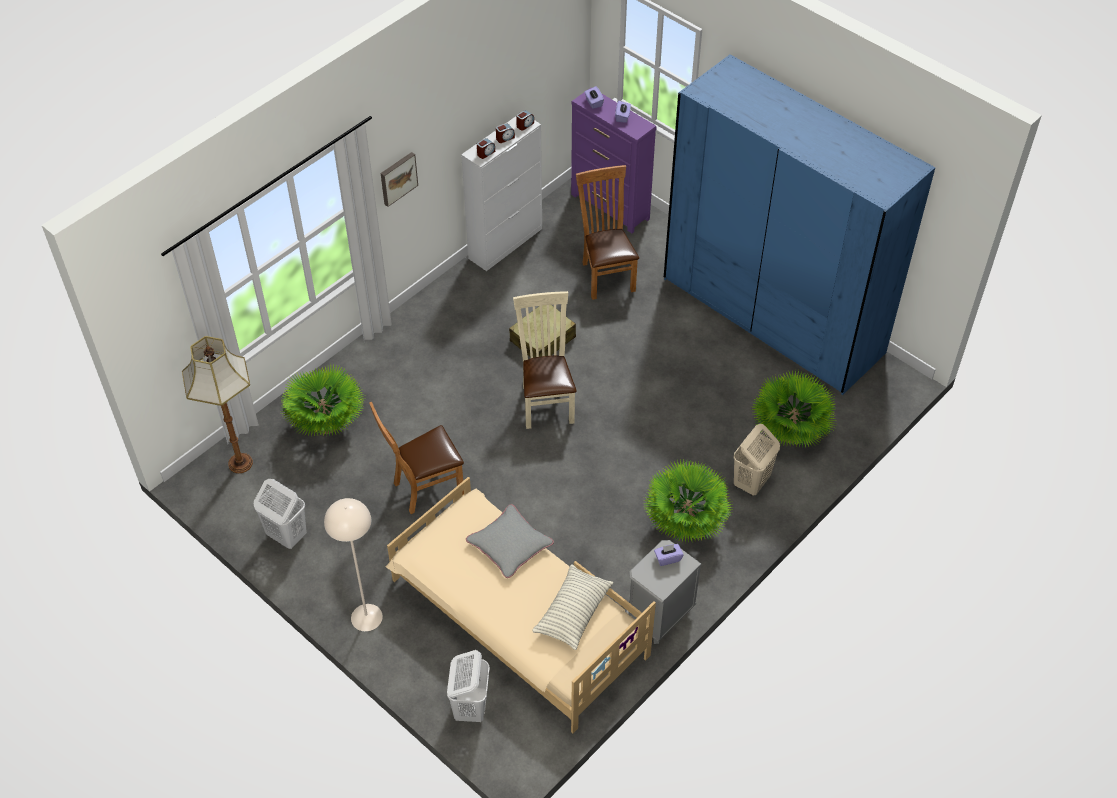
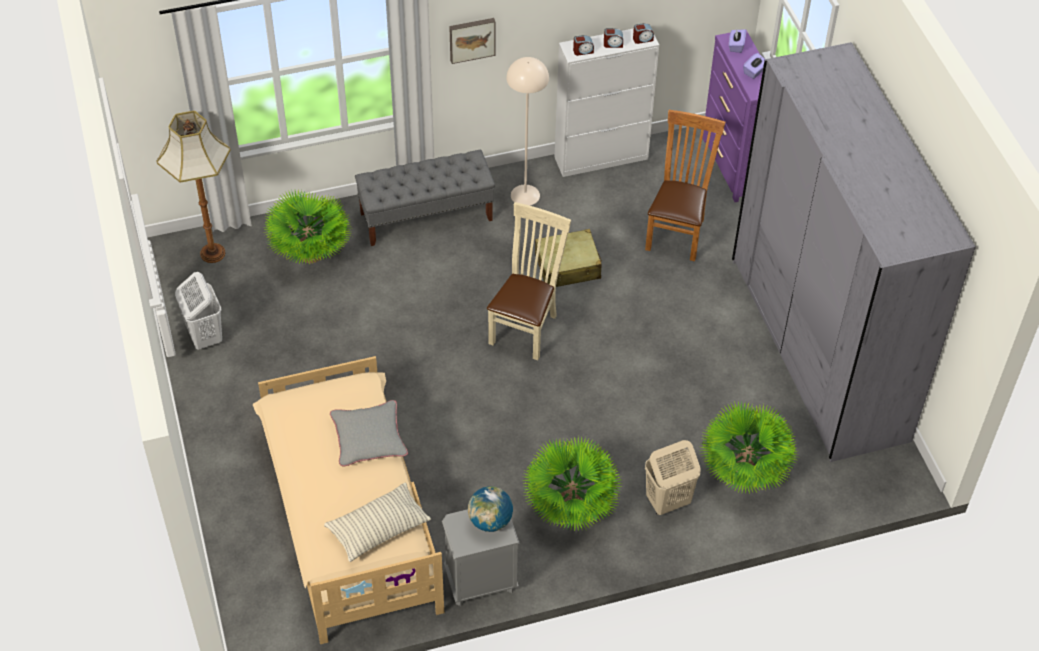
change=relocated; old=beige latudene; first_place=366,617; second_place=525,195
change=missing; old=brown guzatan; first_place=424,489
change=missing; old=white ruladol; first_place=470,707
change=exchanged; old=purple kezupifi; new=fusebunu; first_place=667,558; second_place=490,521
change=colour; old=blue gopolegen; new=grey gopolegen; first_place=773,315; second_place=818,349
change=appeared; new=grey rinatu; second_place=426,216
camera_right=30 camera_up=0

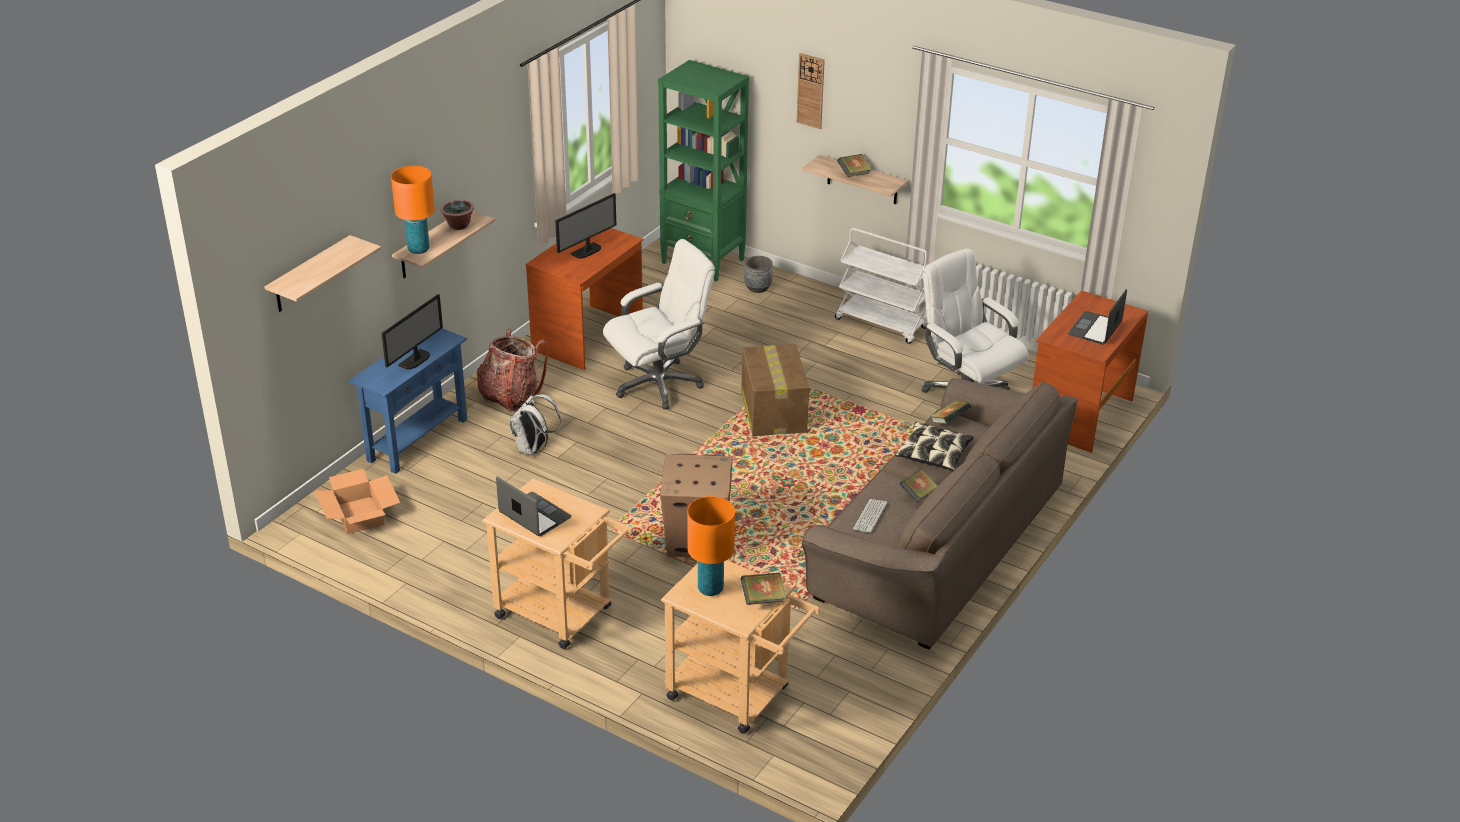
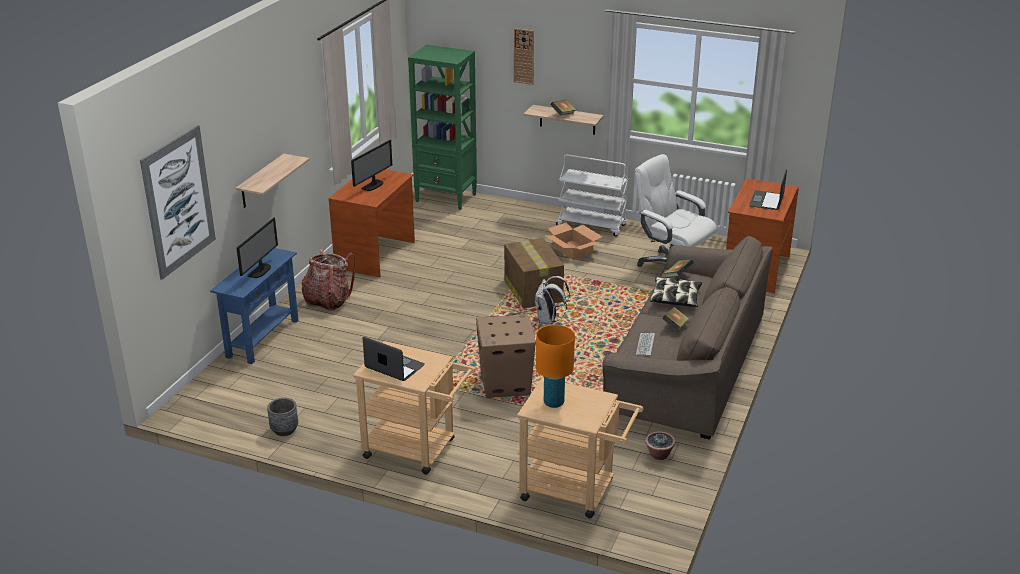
change=exchanged; old=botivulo; new=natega; first_place=310,275; second_place=178,201
change=relocated; old=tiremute; first_place=359,515; second_place=572,250
change=missing; old=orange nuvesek; first_place=418,249
change=relocated; old=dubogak; first_place=458,225; second_place=659,455
change=relocated; old=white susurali; first_place=533,449; second_place=548,320
change=missing; old=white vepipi; first_place=659,384
change=missing; old=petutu; first_place=763,599
change=relocated; old=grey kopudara; first_place=758,288; second_place=284,430
camera_right=-10 camera_up=-5

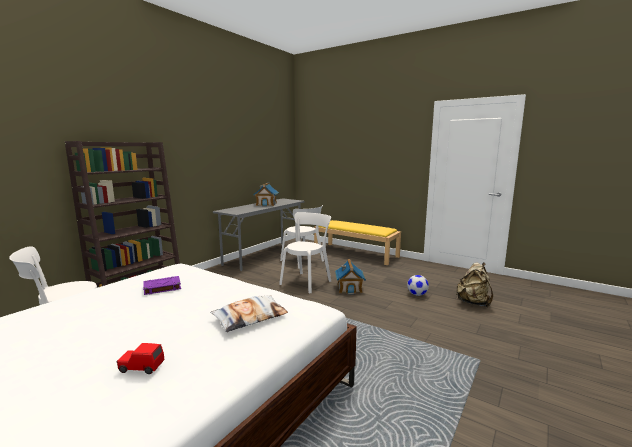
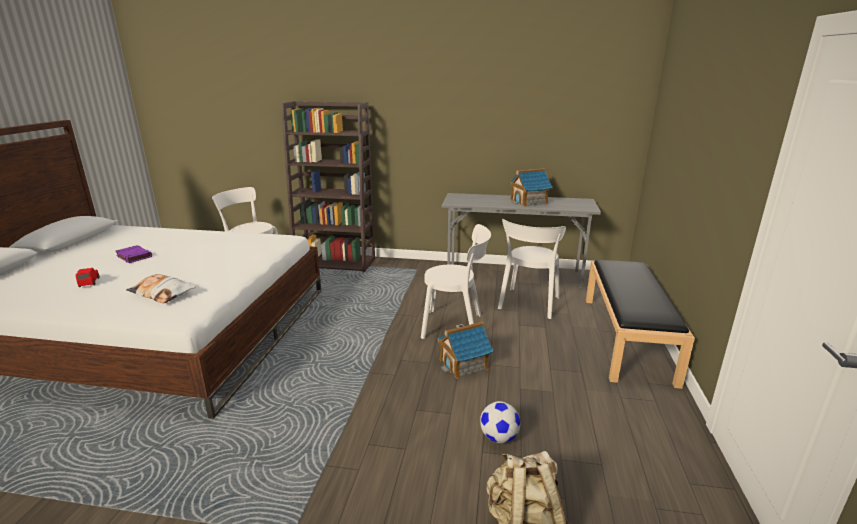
change=relocated; old=purple petutu; first_place=162,288; second_place=134,256
change=colour; old=yellow rinatu; new=black rinatu; first_place=356,253; second_place=627,338
camera_right=65 camera_up=10

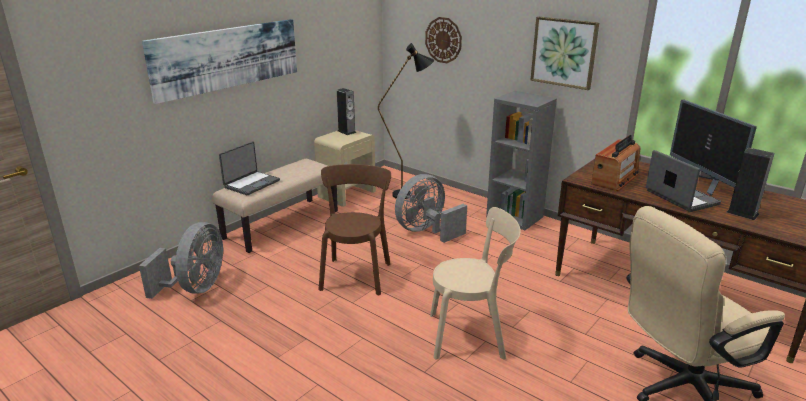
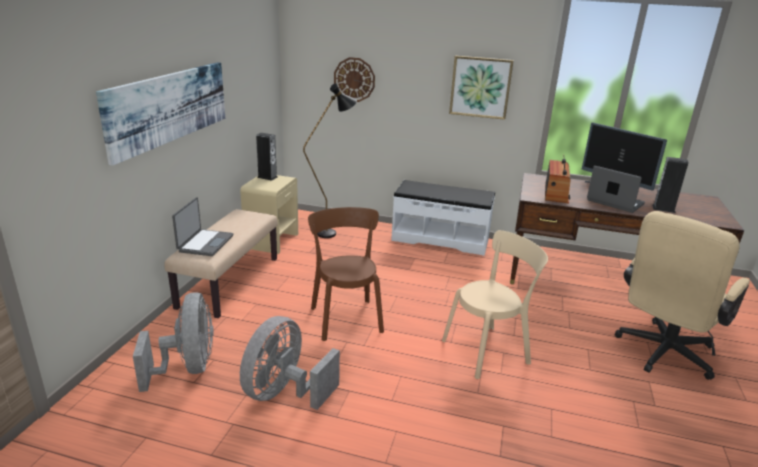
change=relocated; old=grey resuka; first_place=426,231; second_place=285,393
change=exchanged; old=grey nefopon; new=white rinatu; first_place=515,217; second_place=440,239
camera_right=-25 camera_up=0

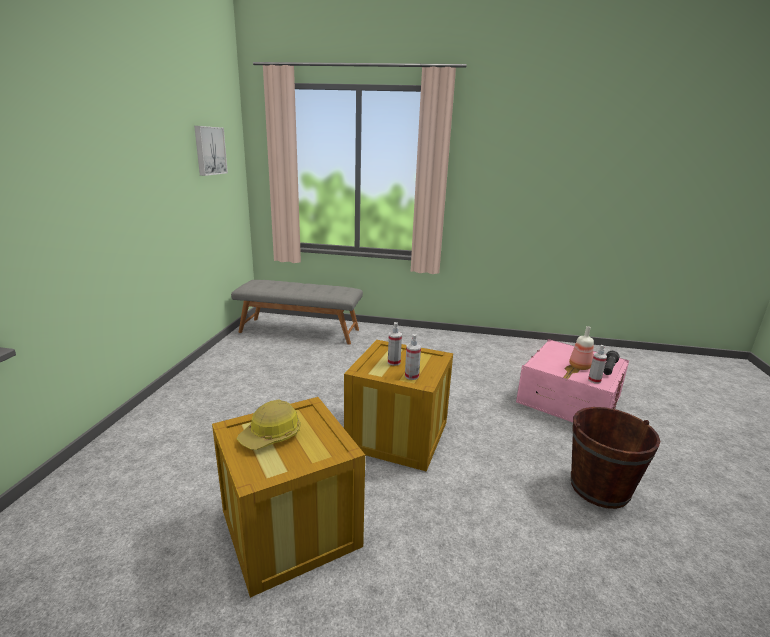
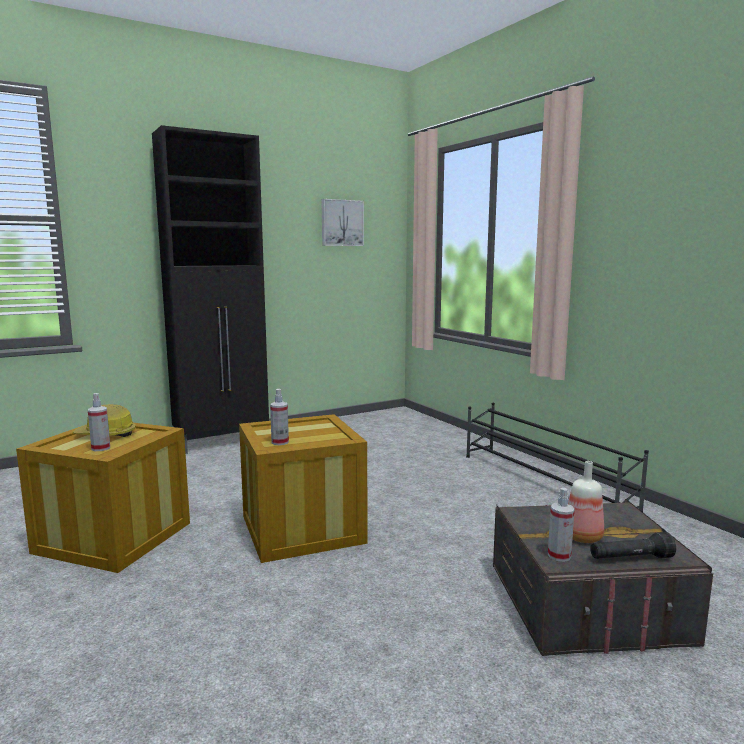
change=missing; old=grey rinatu; first_place=300,330
change=relocated; old=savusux; first_place=394,362; second_place=101,448
change=colour; old=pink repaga; new=grey repaga; first_place=569,399; second_place=586,604
change=missing; old=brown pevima; first_place=599,488
change=appeared; new=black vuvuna; second_place=223,442
change=appeared; new=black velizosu; second_place=544,482
camera_right=50 camera_up=-10

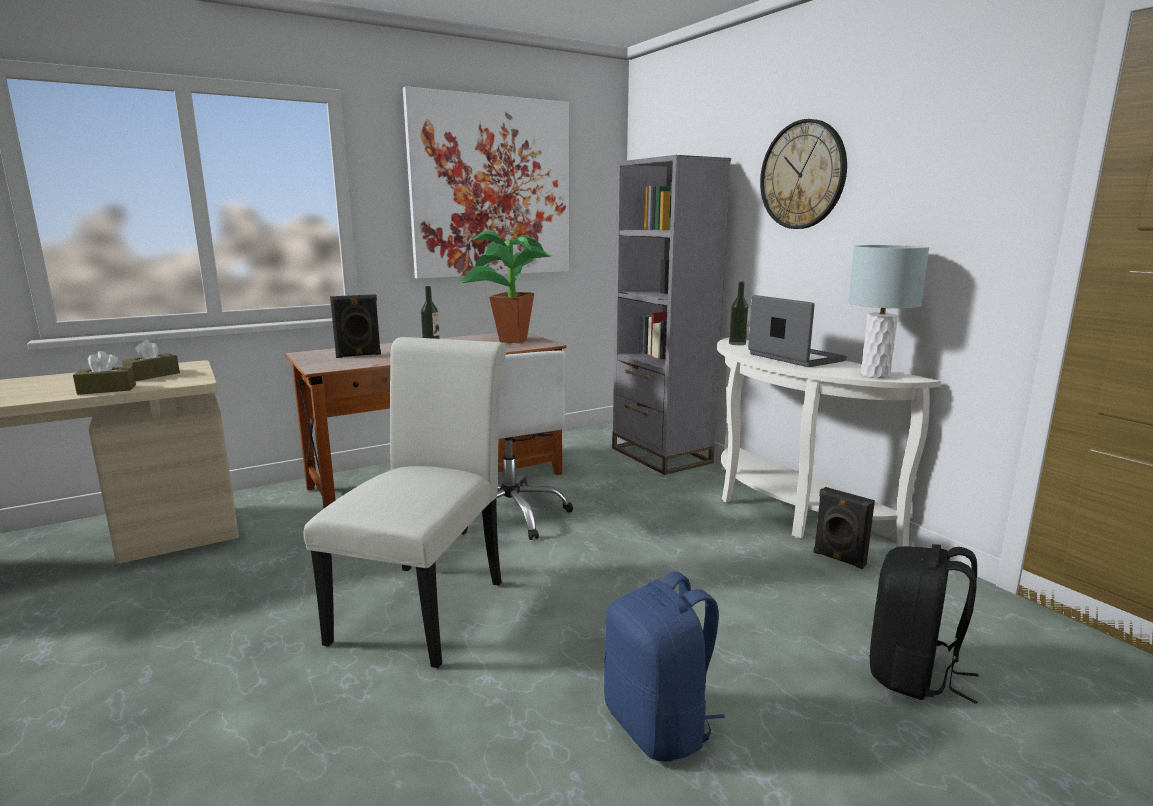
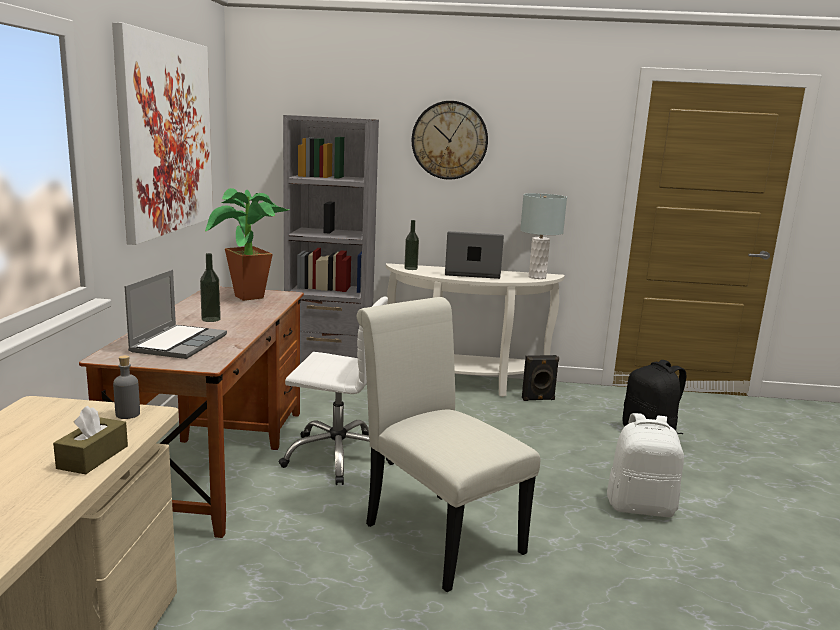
change=missing; old=brown kezupifi; first_place=152,375
change=exchanged; old=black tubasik; new=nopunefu; first_place=358,355; second_place=178,343
change=colour; old=blue susurali; new=white susurali; first_place=659,725; second_place=641,507
change=appeared; new=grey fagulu; second_place=128,414
camera_right=-55 camera_up=0

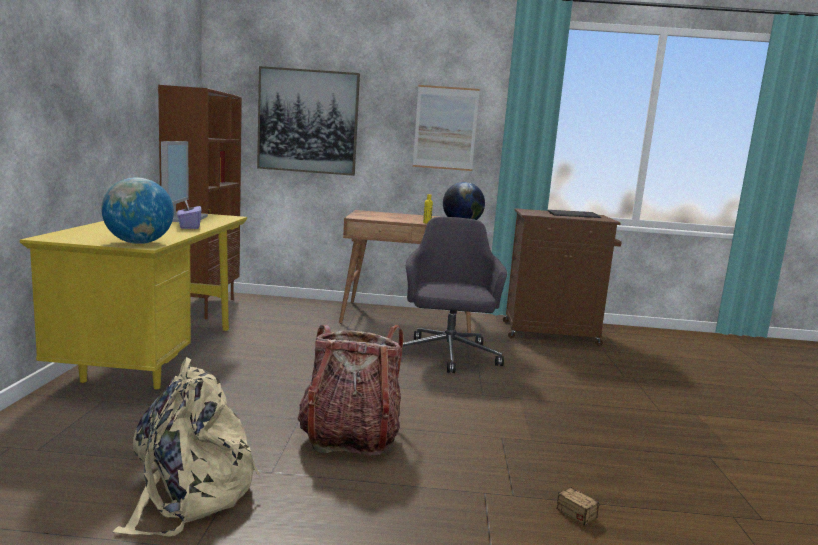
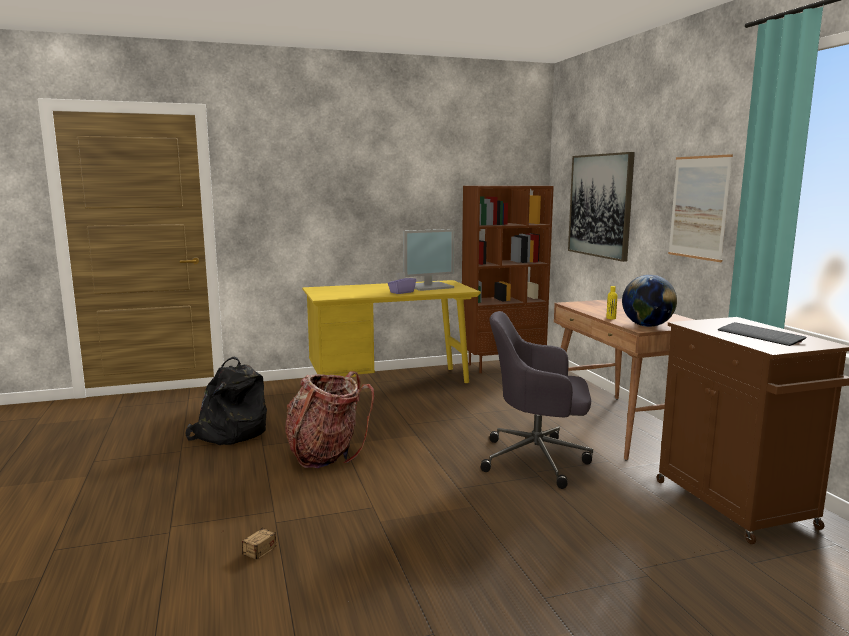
change=missing; old=fusebunu; first_place=138,243
change=colour; old=beige susurali; new=black susurali; first_place=189,493; second_place=229,433
change=spun; old=grey vepipi; first_place=447,356; second_place=537,459; degrees=-150
camera_right=70 camera_up=0

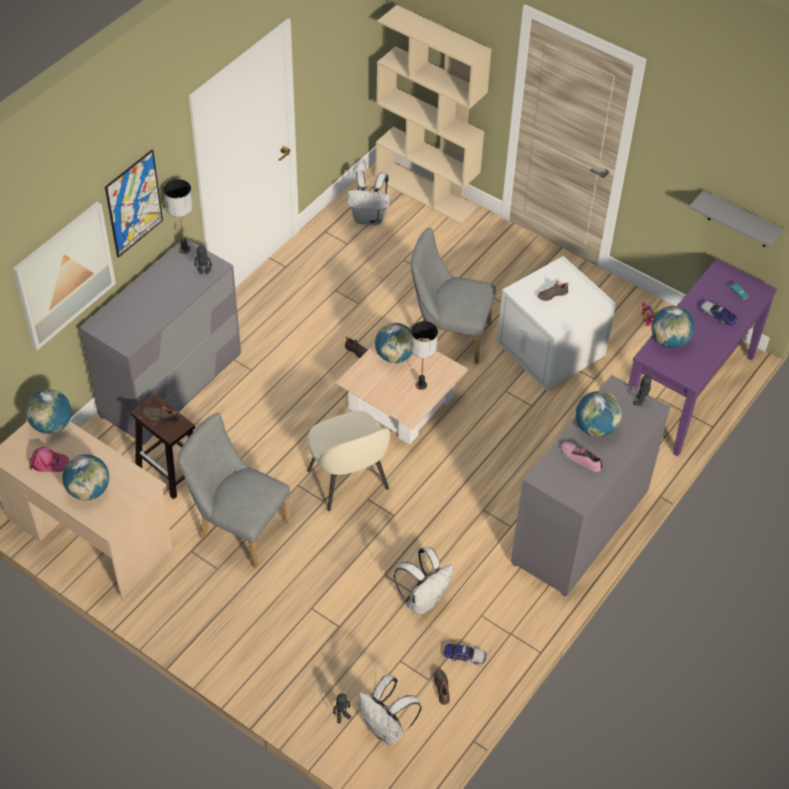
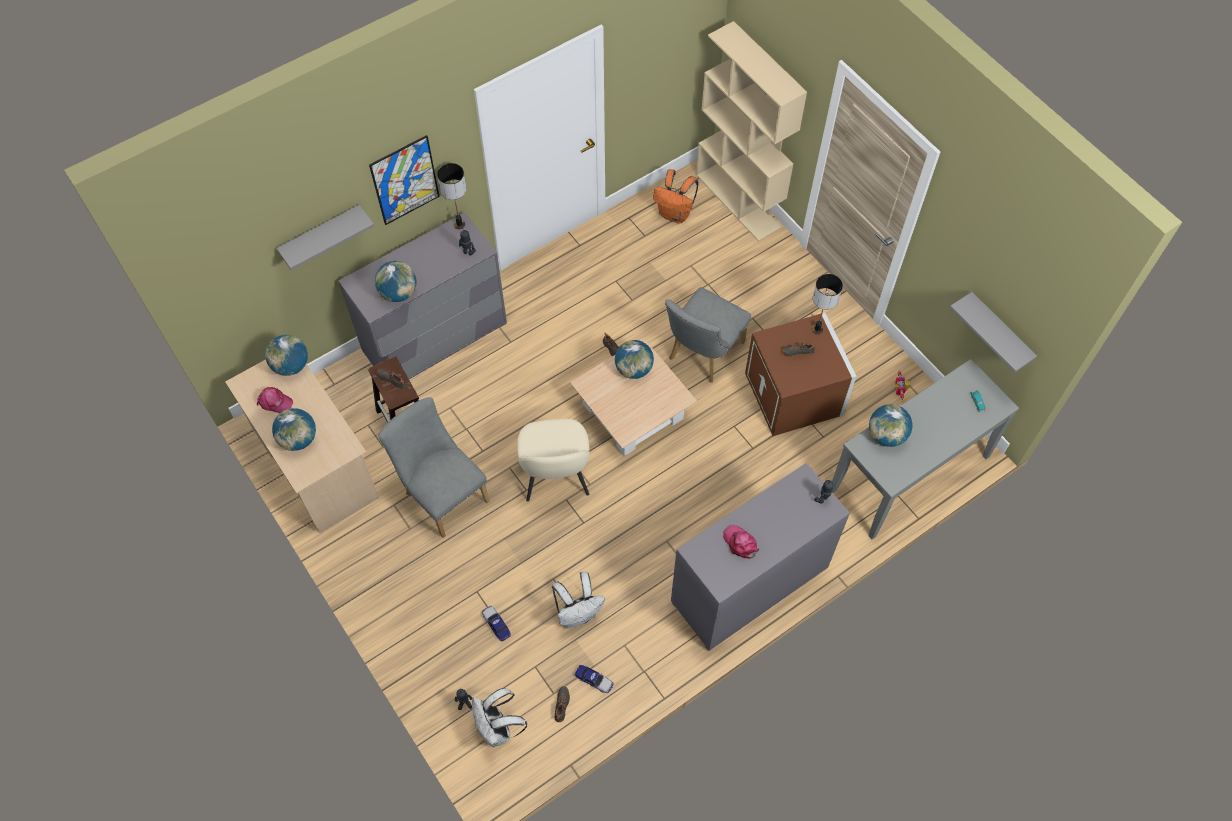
change=exchanged; old=natega; new=grey botivulo; first_place=64,275; second_place=321,236
change=colour; old=white susurali; new=orange susurali; first_place=369,218; second_place=675,214
change=relocated; old=nuvesek; first_place=421,385; second_place=817,330
change=spun; old=grey guzatan; first_place=448,335; second_place=702,354; degrees=-90
change=colour; old=white repaga; new=brown repaga; first_place=552,349; second_place=795,394
change=exchanged; old=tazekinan; new=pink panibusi; first_place=581,458; second_place=740,543
change=relocated; old=fusebunu; first_place=595,428; second_place=398,293
change=colour; old=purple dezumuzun; new=grey dezumuzun; first_place=688,390; second_place=910,474
change=relocated; old=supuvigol; first_place=717,315; second_place=496,624
camera_right=20 camera_up=10

